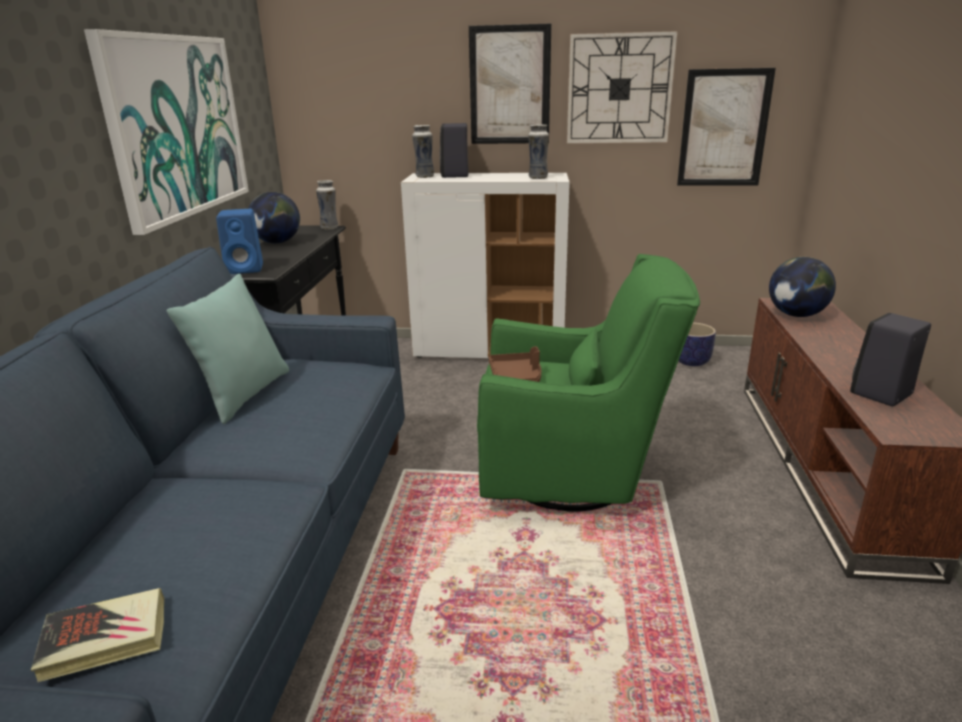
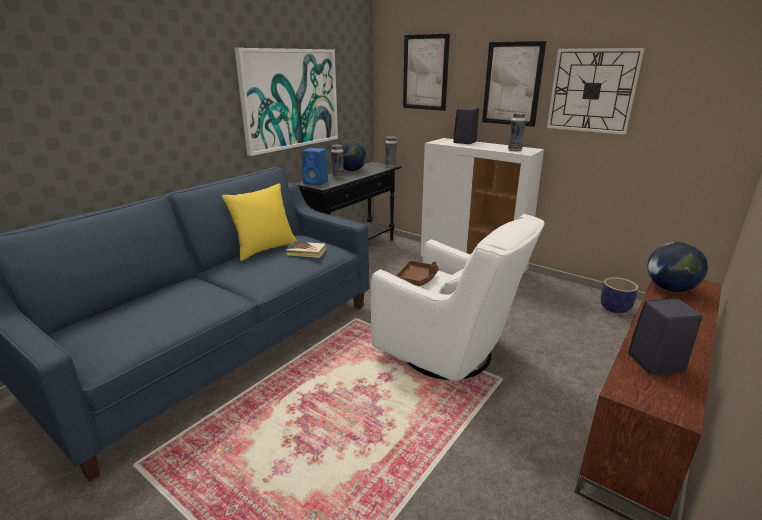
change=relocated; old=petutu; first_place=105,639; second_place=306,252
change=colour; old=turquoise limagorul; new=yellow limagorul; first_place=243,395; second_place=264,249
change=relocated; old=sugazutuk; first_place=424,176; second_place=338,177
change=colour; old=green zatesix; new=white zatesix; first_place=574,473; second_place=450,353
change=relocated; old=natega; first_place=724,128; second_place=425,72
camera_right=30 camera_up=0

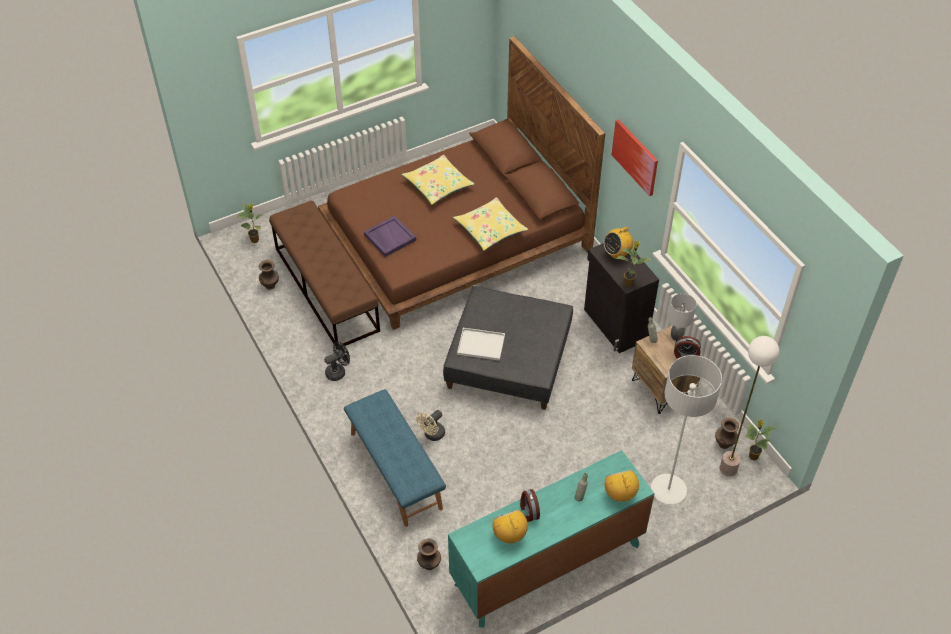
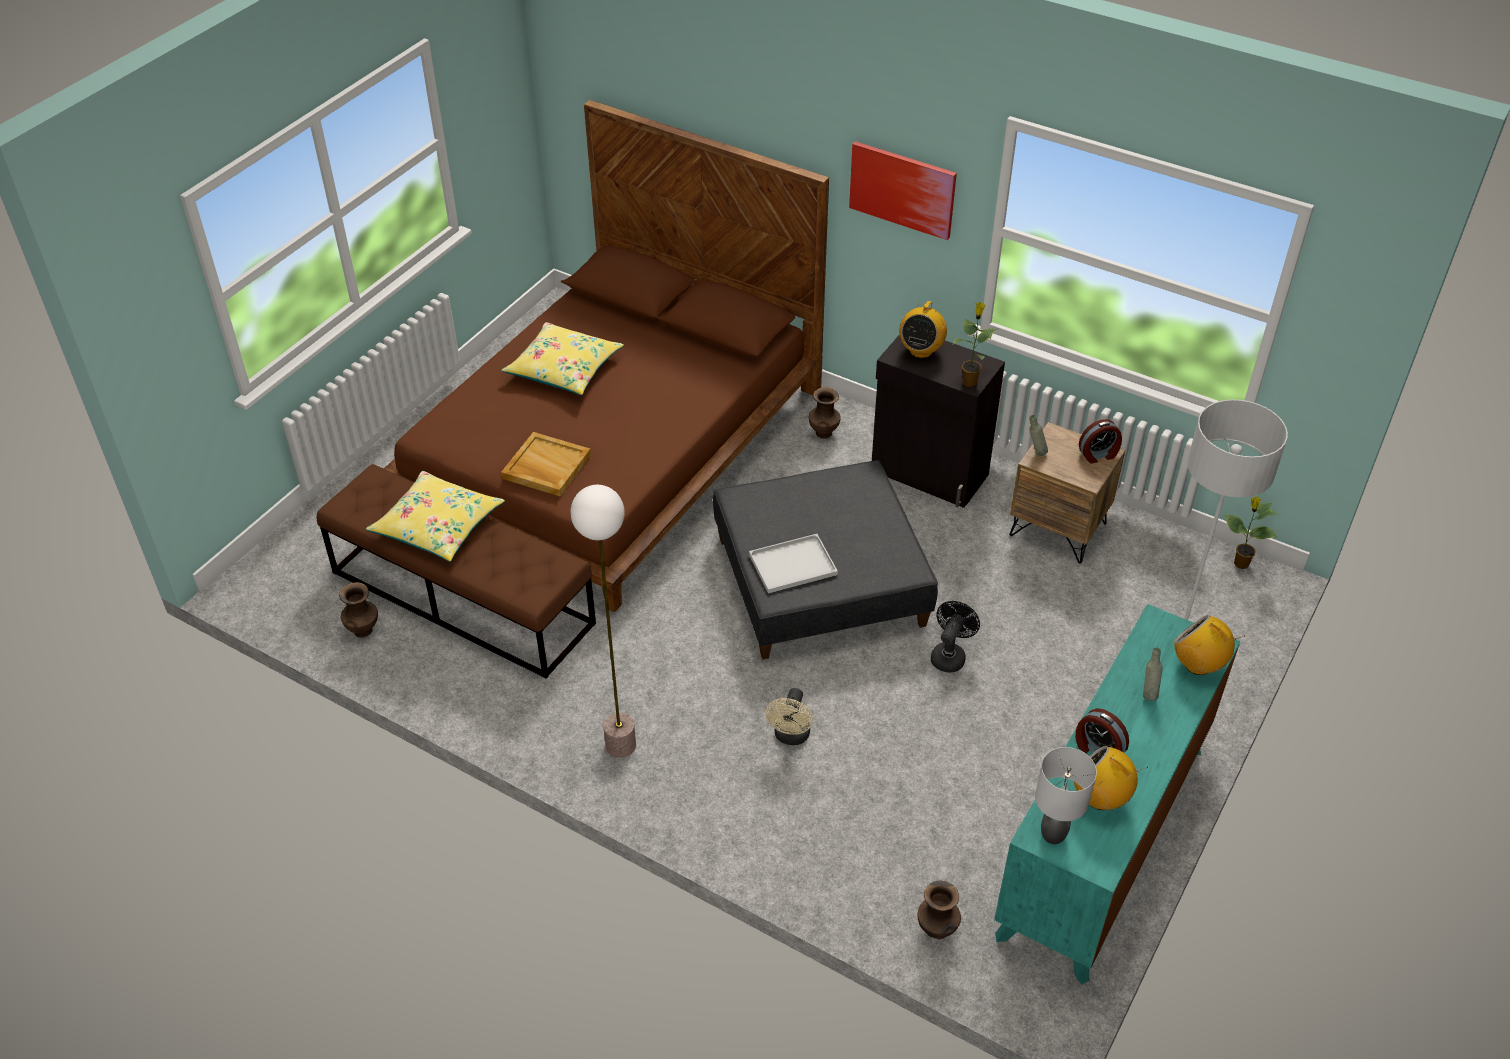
change=missing; old=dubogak; first_place=255,240
change=relocated; old=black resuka; first_place=338,371; second_place=949,655
change=missing; old=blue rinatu; first_place=395,470
change=colour; old=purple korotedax; new=beige korotedax; first_place=389,237; second_place=546,467
change=relocated; old=yellow limagorul; first_place=490,229; second_place=438,526
change=relocated; old=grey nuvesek; first_place=676,337; second_place=1054,835
change=relocated; old=brown sugazutuk; first_place=724,443; second_place=823,432
change=relocated; old=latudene; first_place=728,468; second_place=621,744
camera_right=-30 camera_up=-5

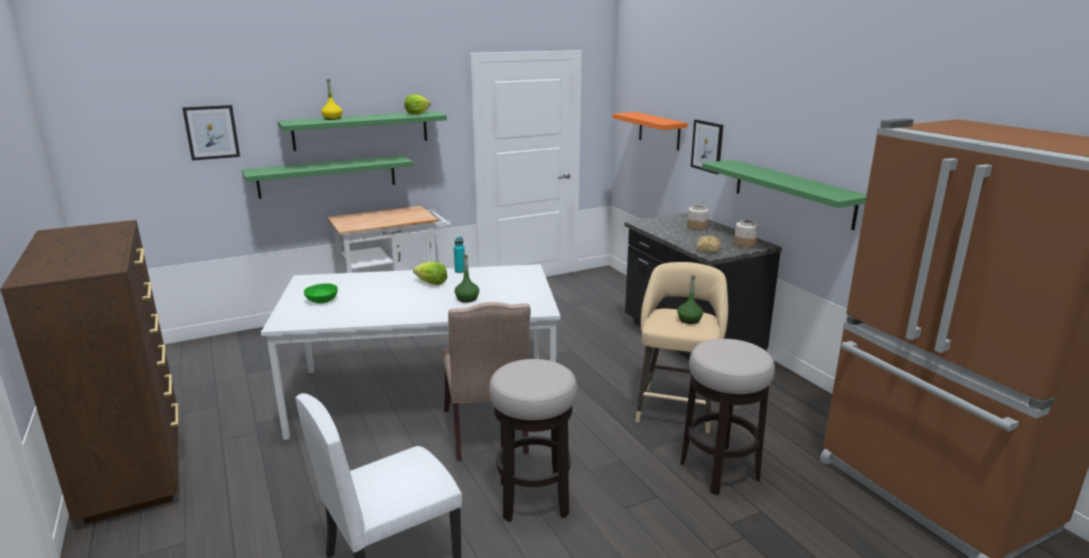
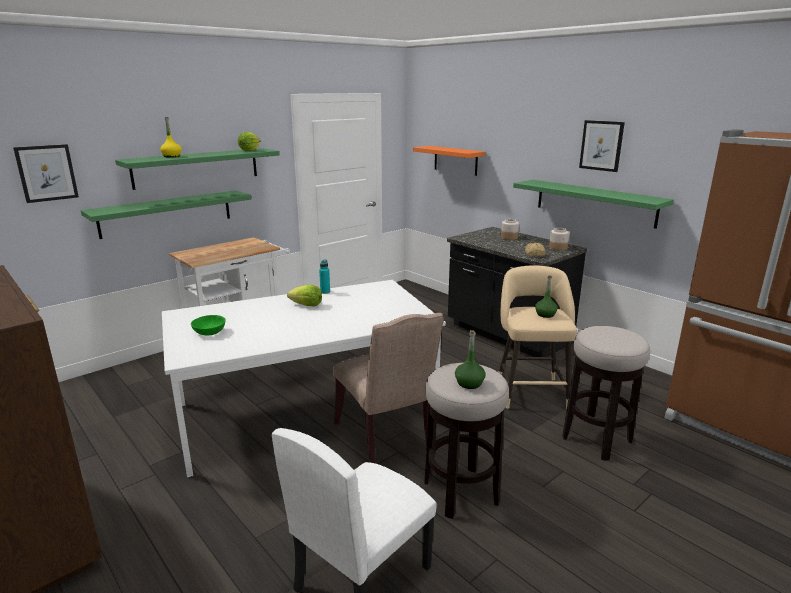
change=relocated; old=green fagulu; first_place=467,299; second_place=469,383
change=relocated; old=natega; first_place=707,146; second_place=601,145
camera_right=-15 camera_up=0

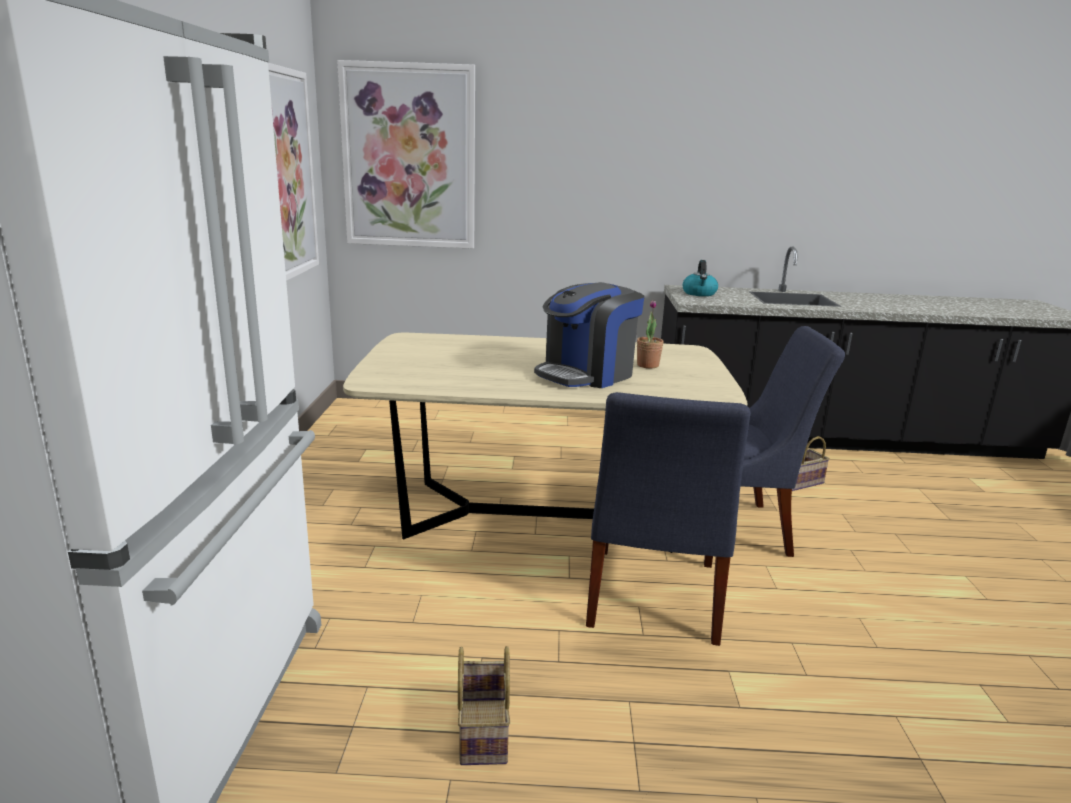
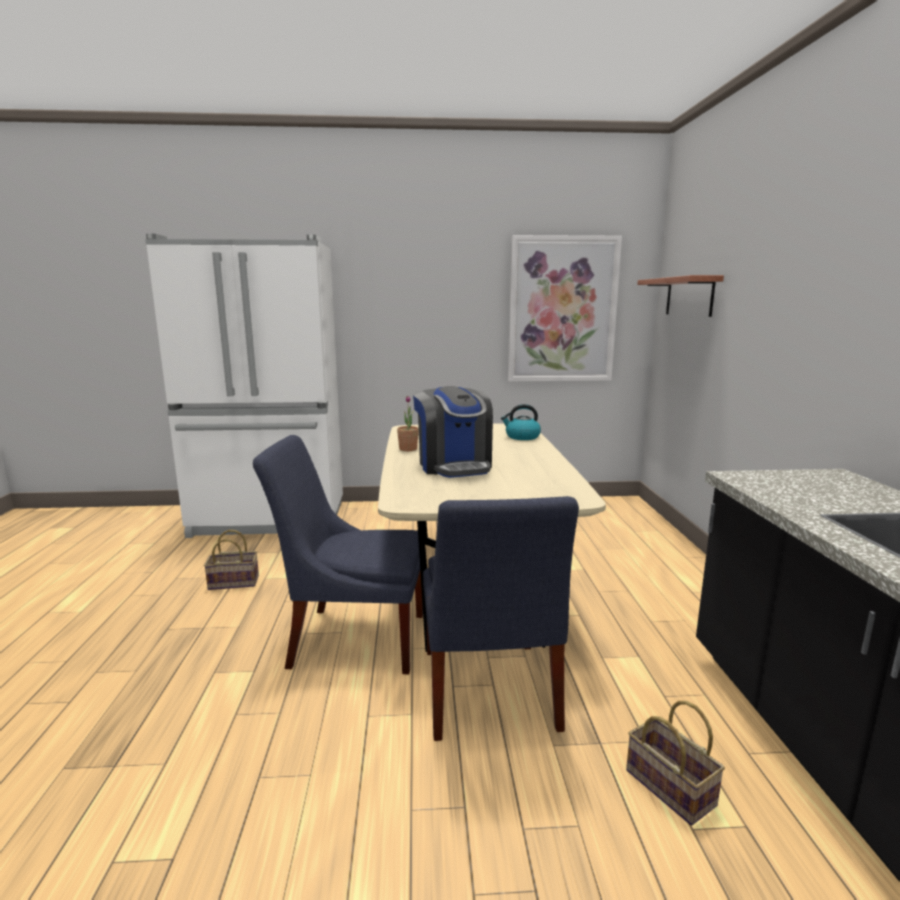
change=exchanged; old=natega; new=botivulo; first_place=409,157; second_place=689,296
change=spun; old=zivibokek; first_place=587,374; second_place=454,465; degrees=-150
change=relocated; old=dubogak; first_place=647,365; second_place=408,449
change=relocated; old=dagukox; first_place=699,293; second_place=522,437
camera_right=85 camera_up=-5

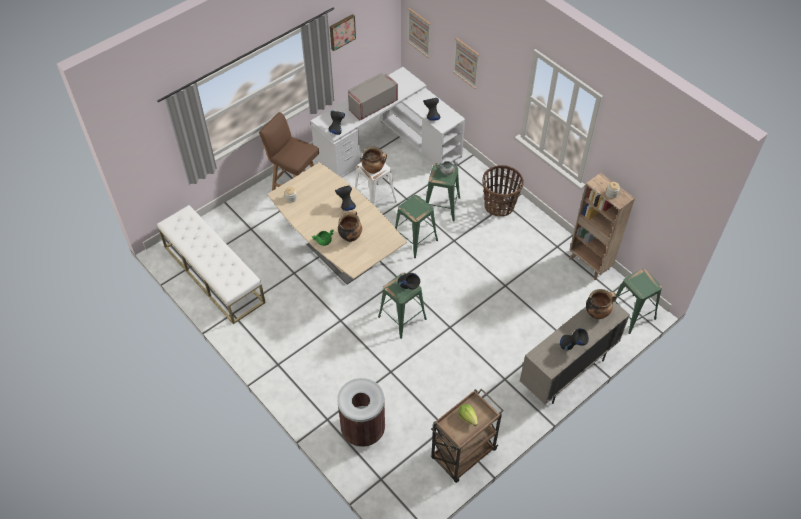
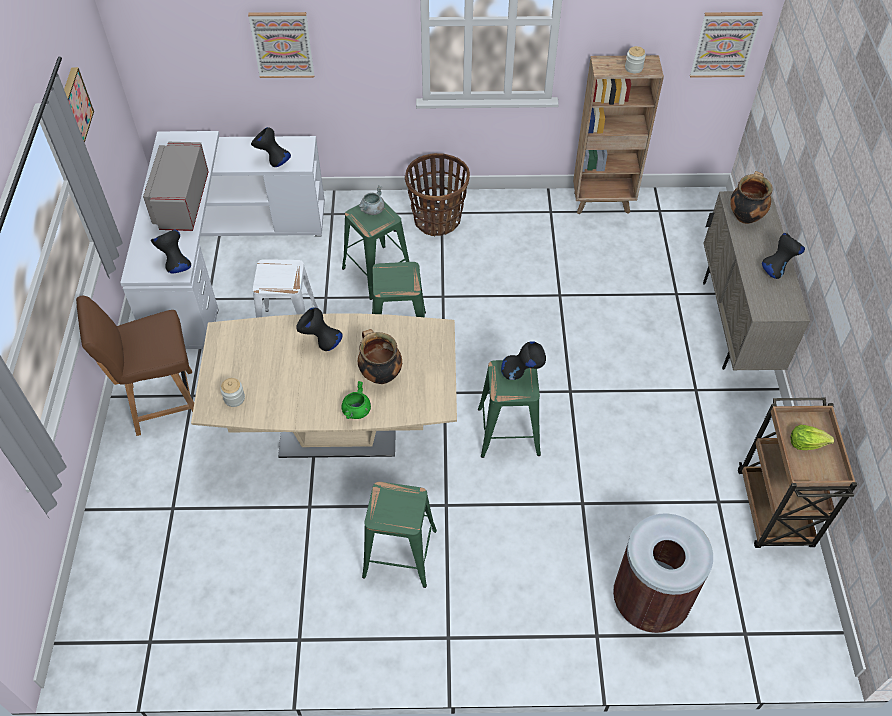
change=missing; old=white rinatu; first_place=213,274
change=missing; old=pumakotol; first_place=374,169
change=relocated; old=natega; first_place=419,32; second_place=724,44
change=relocated; old=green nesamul; first_place=631,314; second_place=399,554
camera_right=-50 camera_up=0

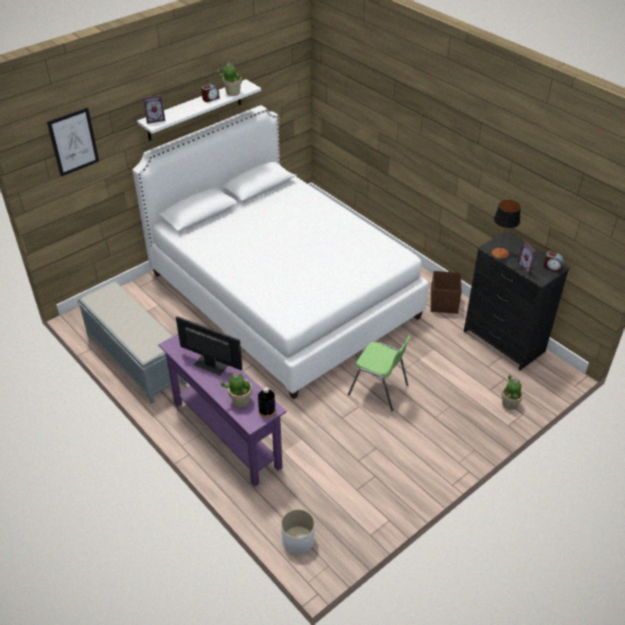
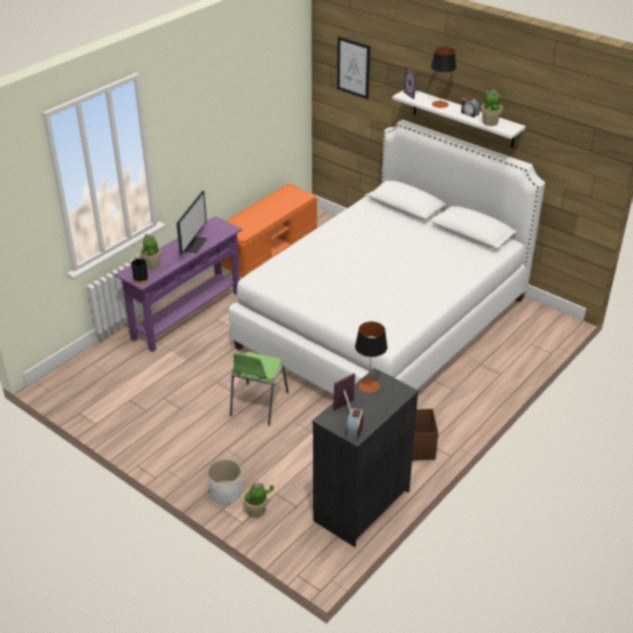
change=colour; old=grey rinatu; new=orange rinatu; first_place=135,358; second_place=268,252
change=relocated; old=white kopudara; first_place=297,540; second_place=225,492
change=appeared; new=nuvesek; second_place=440,104
camera_right=80 camera_up=-5

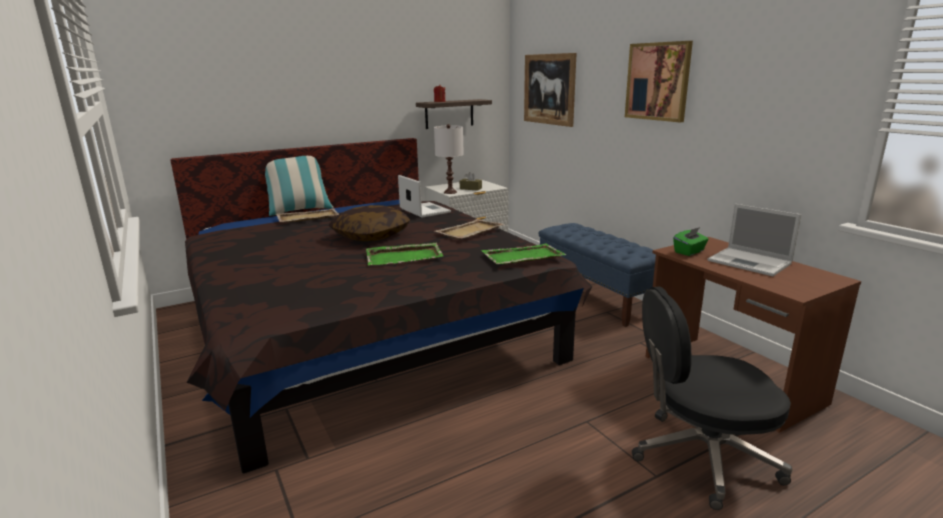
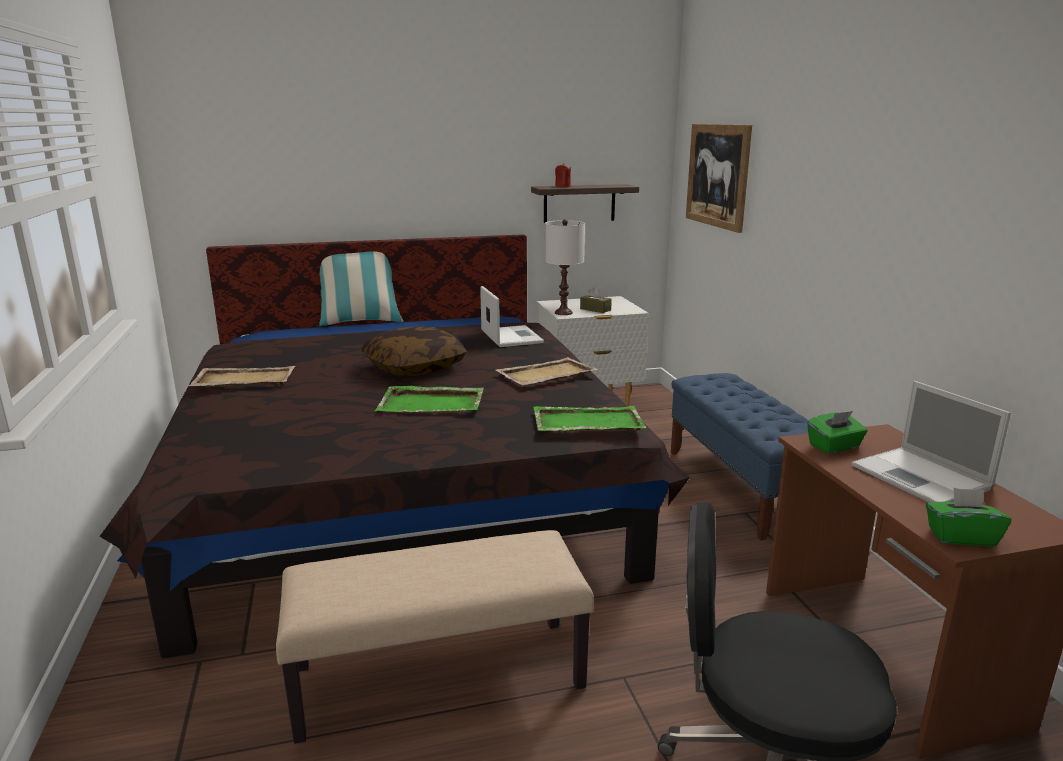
change=relocated; old=beige korotedax; first_place=307,217; second_place=243,380
change=missing; old=natega; first_place=658,81
change=appeared; new=beige rinatu; second_place=440,676
change=appeared; new=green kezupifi; second_place=961,537
camera_right=15 camera_up=0

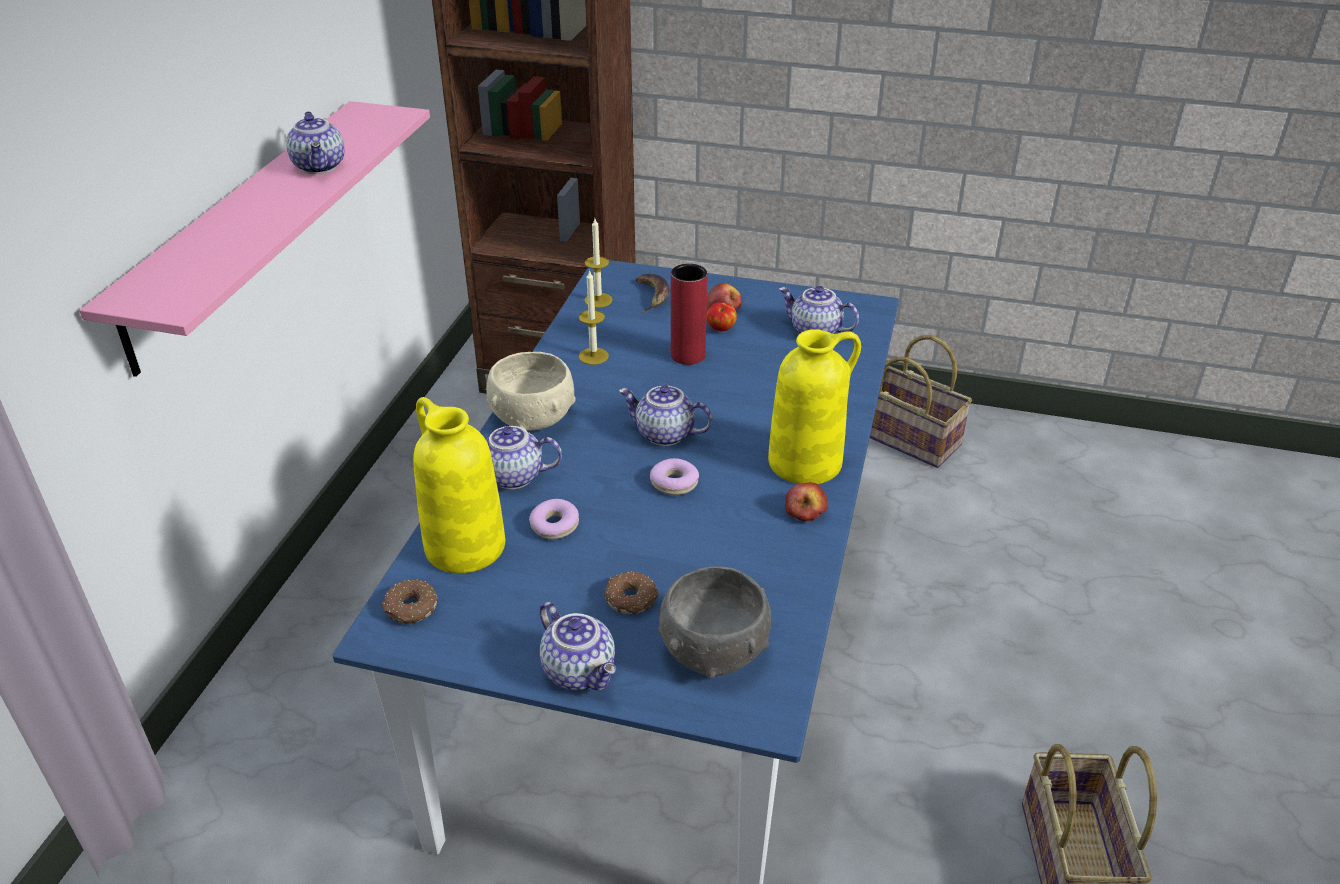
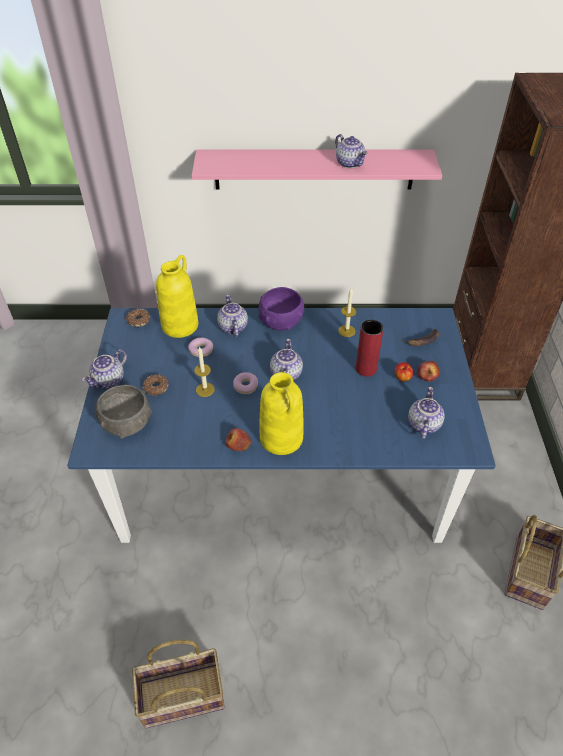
change=spun; old=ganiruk; first_place=321,166; second_place=350,163; degrees=-90
change=colour; old=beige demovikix; new=purple demovikix; first_place=533,418; second_place=281,322
change=relocated; old=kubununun; first_place=598,300; second_place=205,389
camera_right=75 camera_up=10

